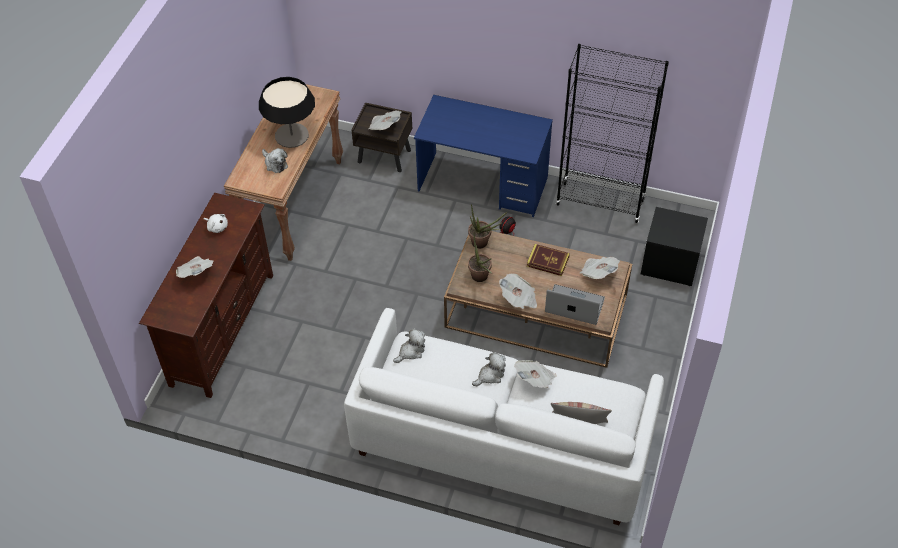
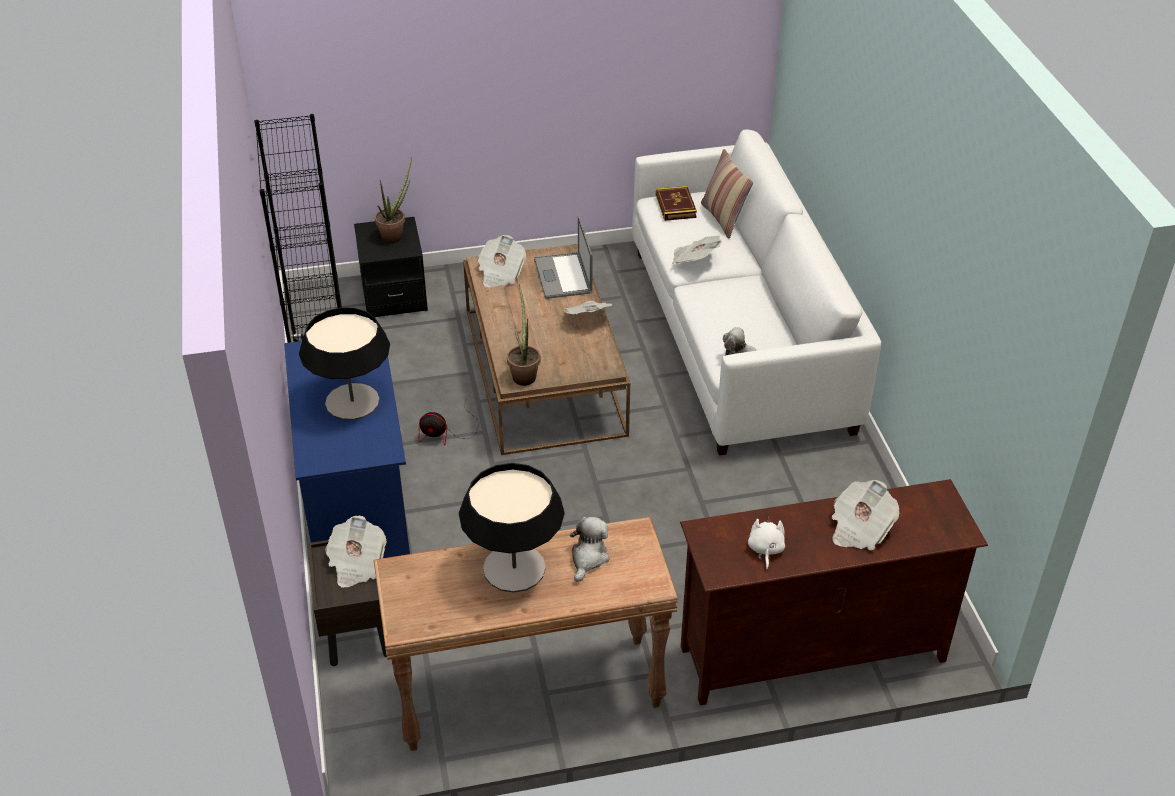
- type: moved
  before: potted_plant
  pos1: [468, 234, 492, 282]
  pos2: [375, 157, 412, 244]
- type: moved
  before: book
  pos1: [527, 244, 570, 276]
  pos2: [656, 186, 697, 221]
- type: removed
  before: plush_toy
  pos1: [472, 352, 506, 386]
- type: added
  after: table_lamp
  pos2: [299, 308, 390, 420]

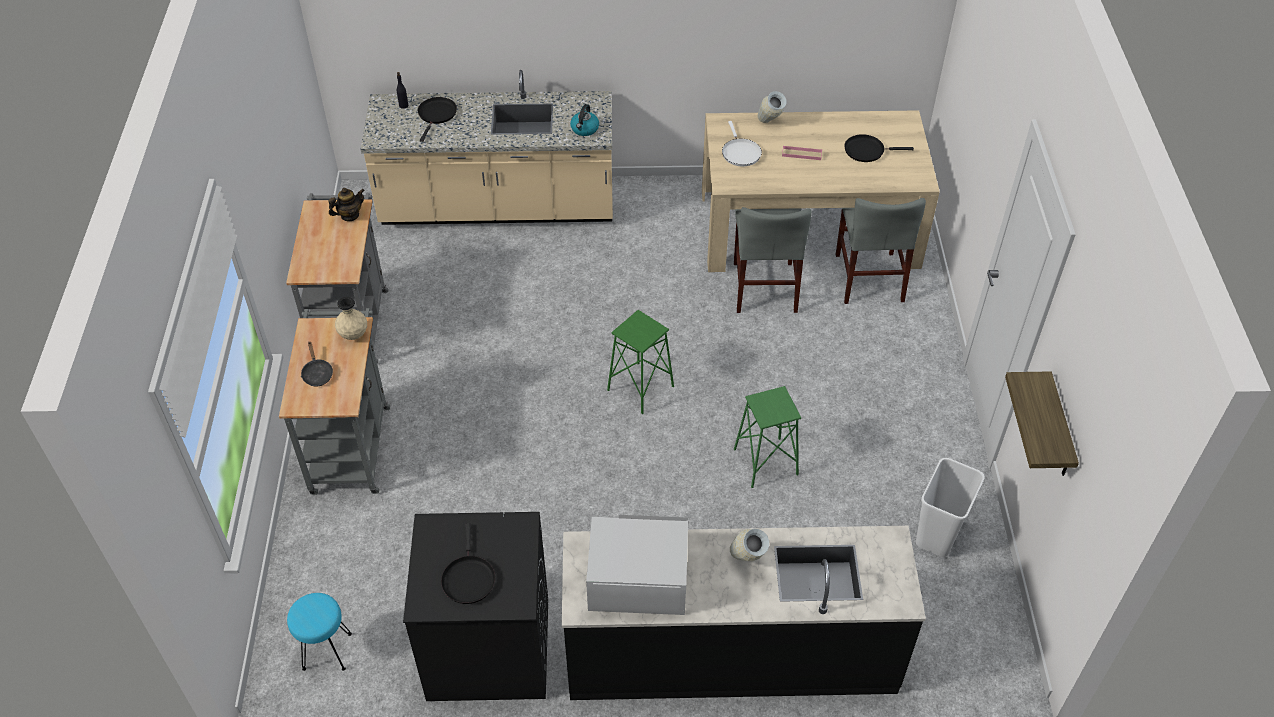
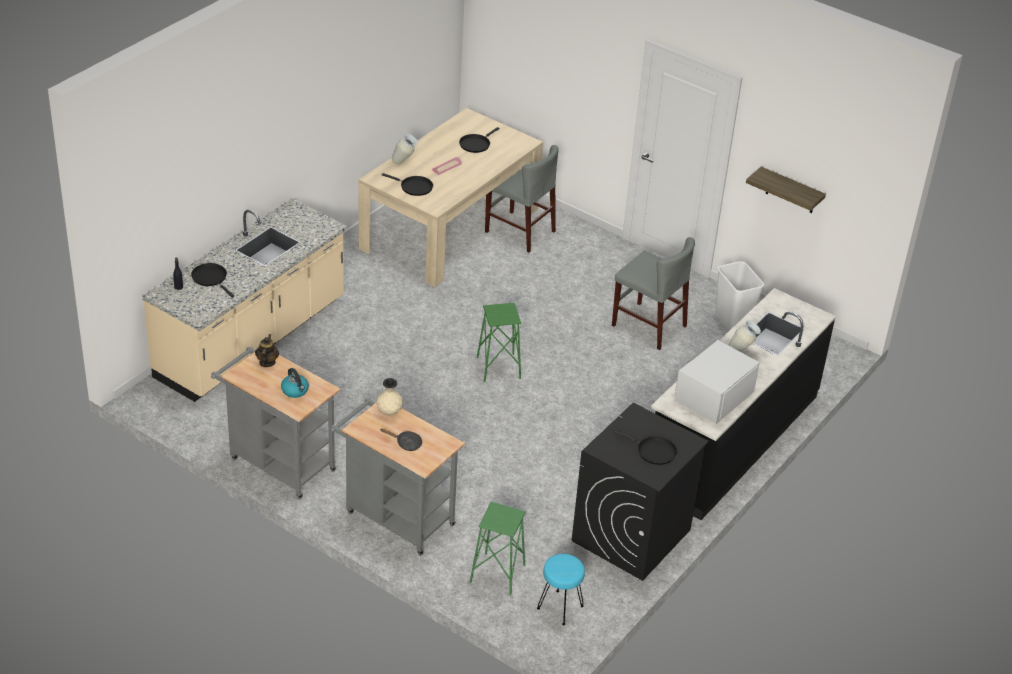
- type: moved
  before: kettle
  pos1: [570, 104, 599, 136]
  pos2: [281, 368, 309, 398]
- type: recoloured
  before: white_frying_pan
  after: black_frying_pan
  pos1: [722, 121, 762, 166]
  pos2: [382, 173, 433, 196]
- type: moved
  before: grey_chair
  pos1: [734, 207, 812, 313]
  pos2: [612, 237, 695, 350]
- type: moved
  before: green_stool
  pos1: [734, 386, 801, 488]
  pos2: [469, 502, 526, 595]

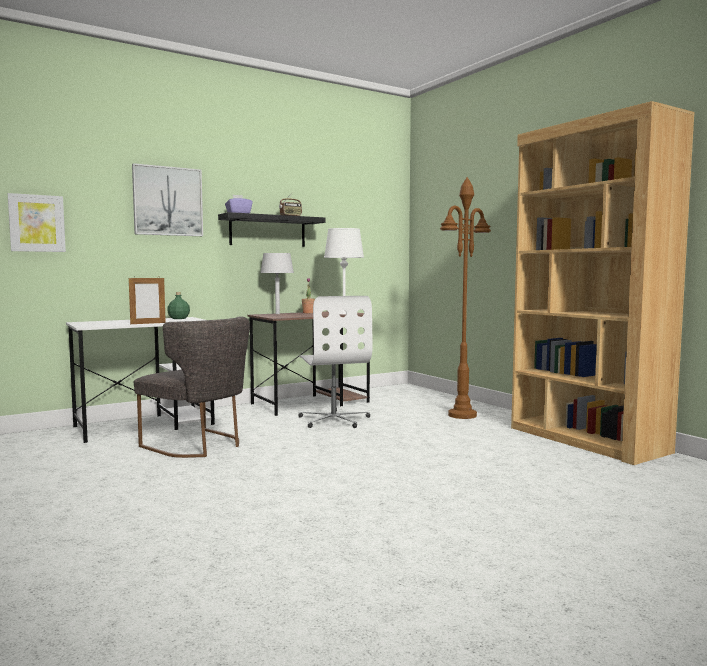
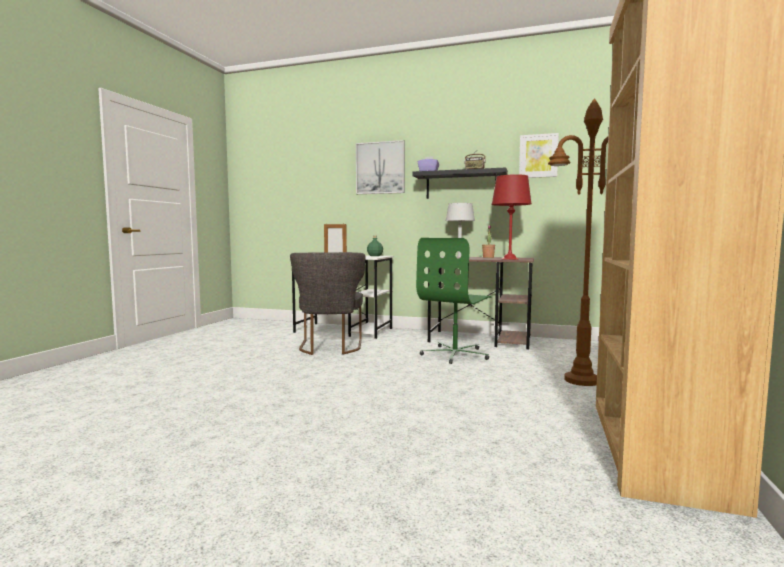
- type: moved
  before: picture
  pos1: [8, 193, 66, 252]
  pos2: [519, 133, 559, 178]
- type: recoloured
  before: white_table_lamp
  after: red_table_lamp
  pos1: [324, 228, 364, 314]
  pos2: [491, 174, 532, 260]
- type: recoloured
  before: white_office_chair
  after: green_office_chair
  pos1: [298, 296, 372, 428]
  pos2: [416, 238, 492, 364]

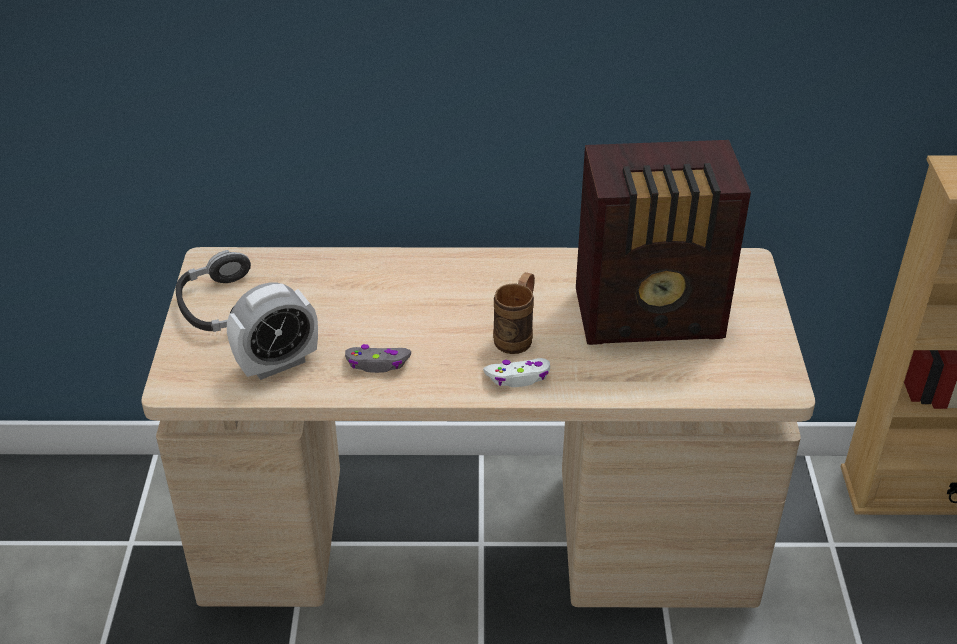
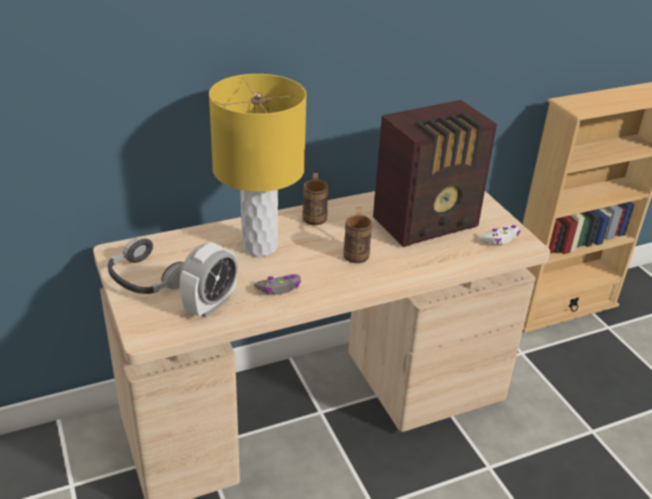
- type: moved
  before: white_game_controller
  pos1: [483, 358, 550, 387]
  pos2: [478, 225, 520, 244]
- type: added
  after: yellow_table_lamp
  pos2: [209, 74, 307, 257]
- type: added
  after: brown_mug
  pos2: [303, 173, 329, 225]

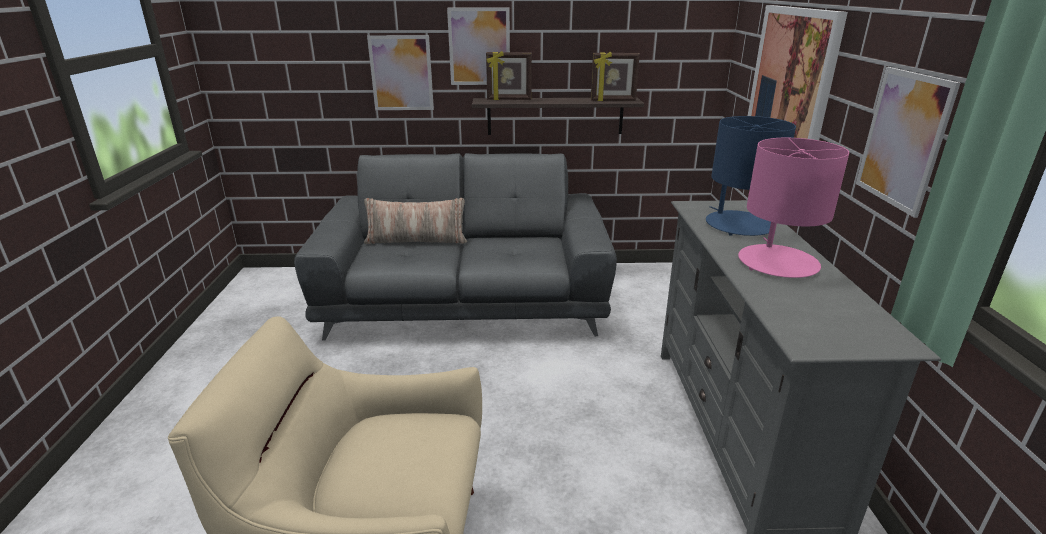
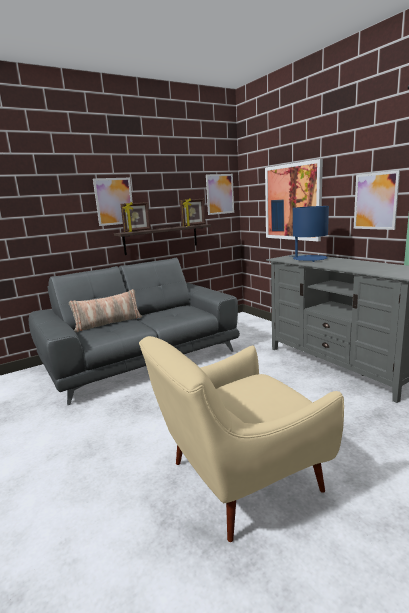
- type: moved
  before: picture
  pos1: [367, 35, 434, 110]
  pos2: [206, 174, 234, 215]
- type: removed
  before: pink_table_lamp
  pos1: [738, 138, 849, 278]

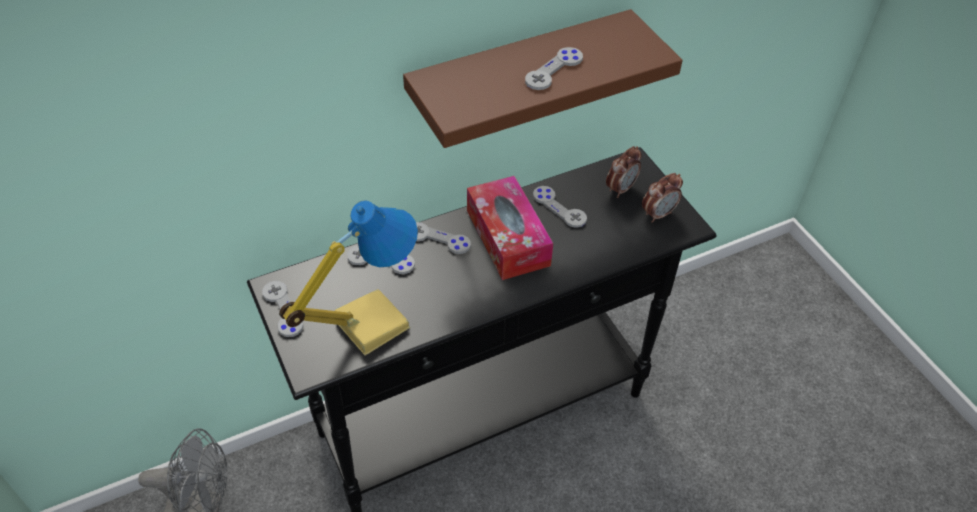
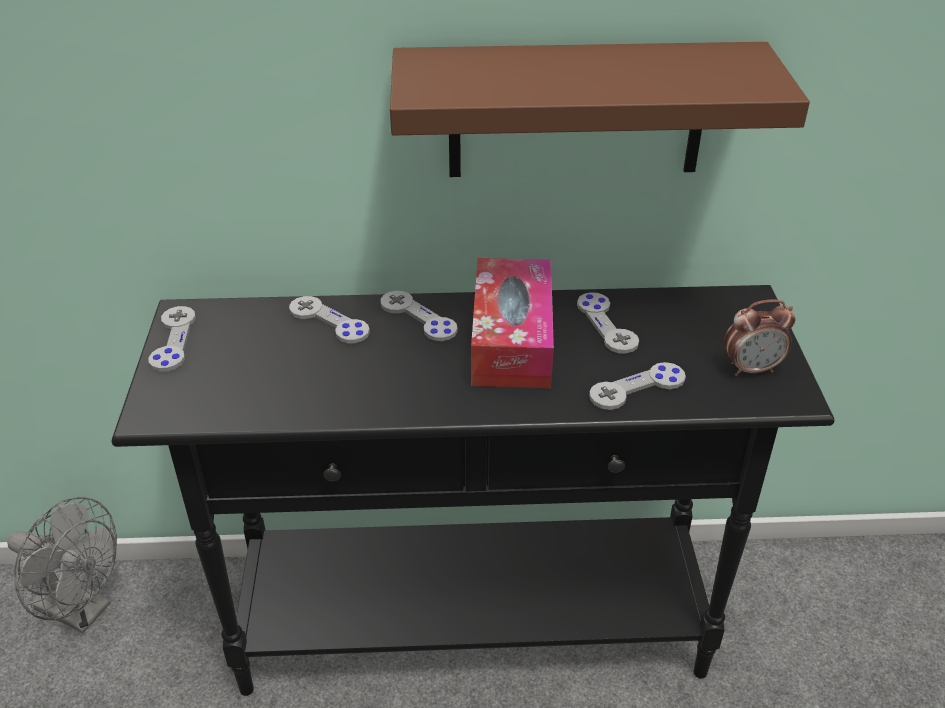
- type: moved
  before: grey_game_controller
  pos1: [525, 47, 583, 90]
  pos2: [589, 362, 686, 410]
- type: removed
  before: alarm_clock
  pos1: [606, 146, 642, 198]
- type: removed
  before: table_lamp
  pos1: [279, 200, 418, 356]

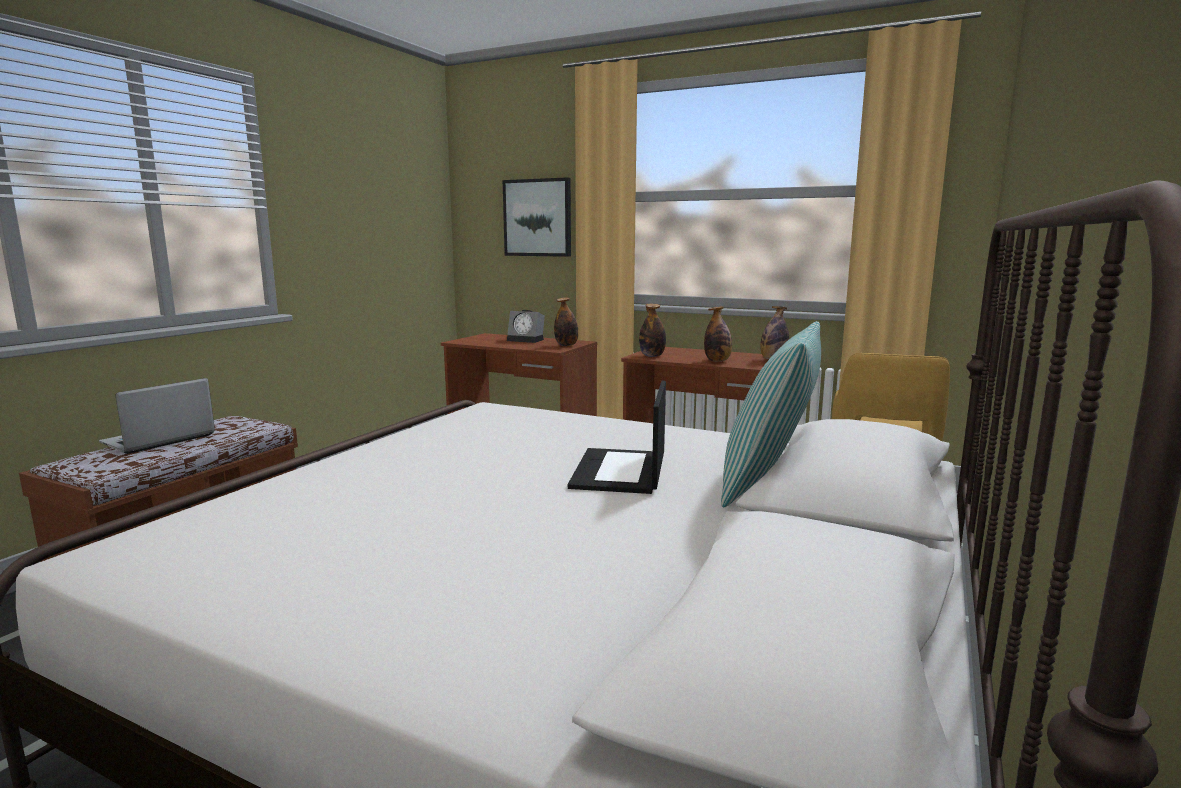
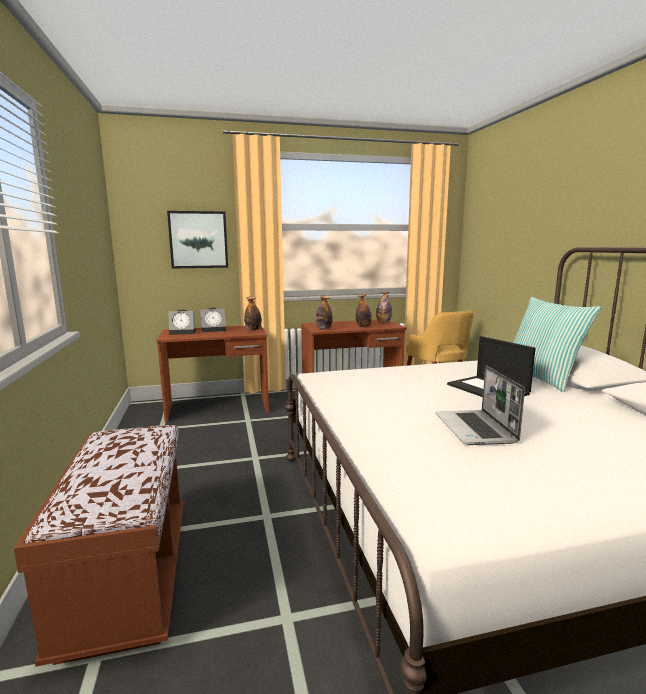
- type: moved
  before: laptop
  pos1: [99, 378, 215, 454]
  pos2: [435, 365, 525, 445]
- type: added
  after: alarm_clock
  pos2: [169, 310, 196, 335]

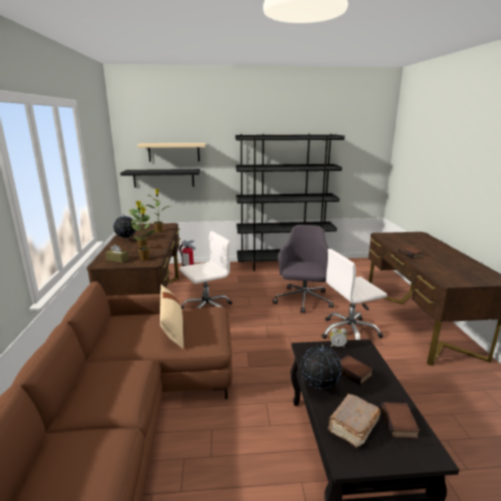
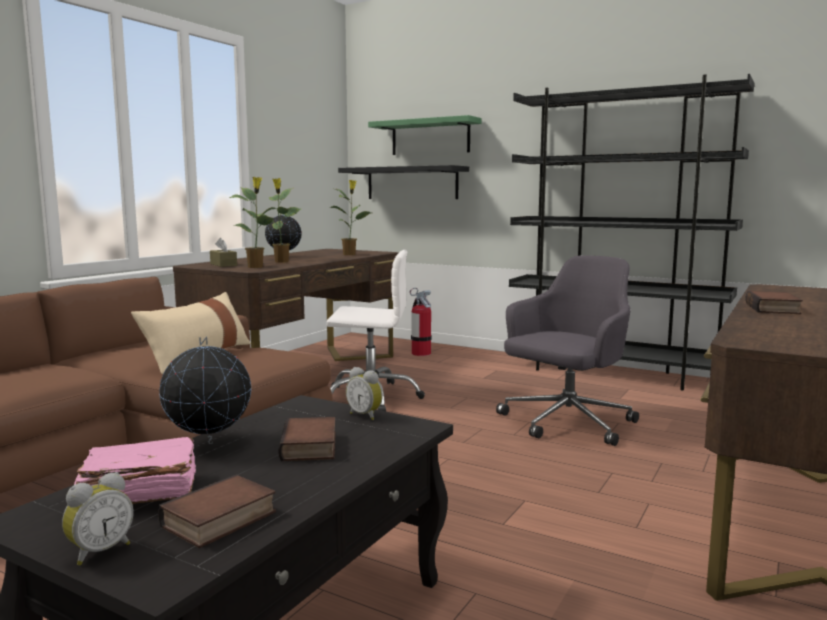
- type: recoloured
  before: beige_shelf
  after: green_shelf
  pos1: [137, 143, 206, 162]
  pos2: [368, 115, 482, 155]
- type: removed
  before: white_office_chair
  pos1: [321, 249, 387, 340]
- type: recoloured
  before: brown_book
  after: pink_book
  pos1: [328, 394, 381, 448]
  pos2: [74, 437, 196, 504]
- type: added
  after: alarm_clock
  pos2: [62, 472, 134, 565]

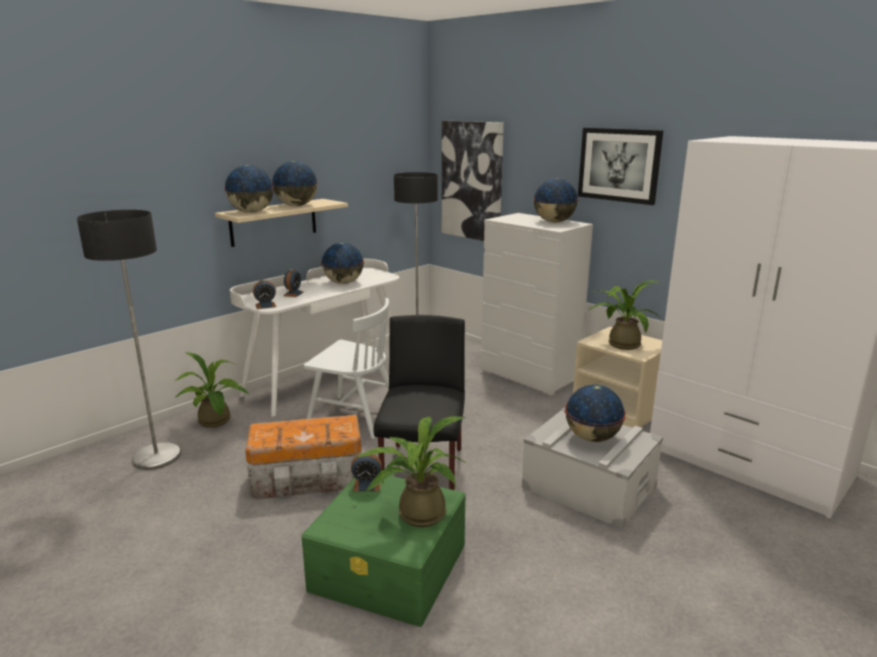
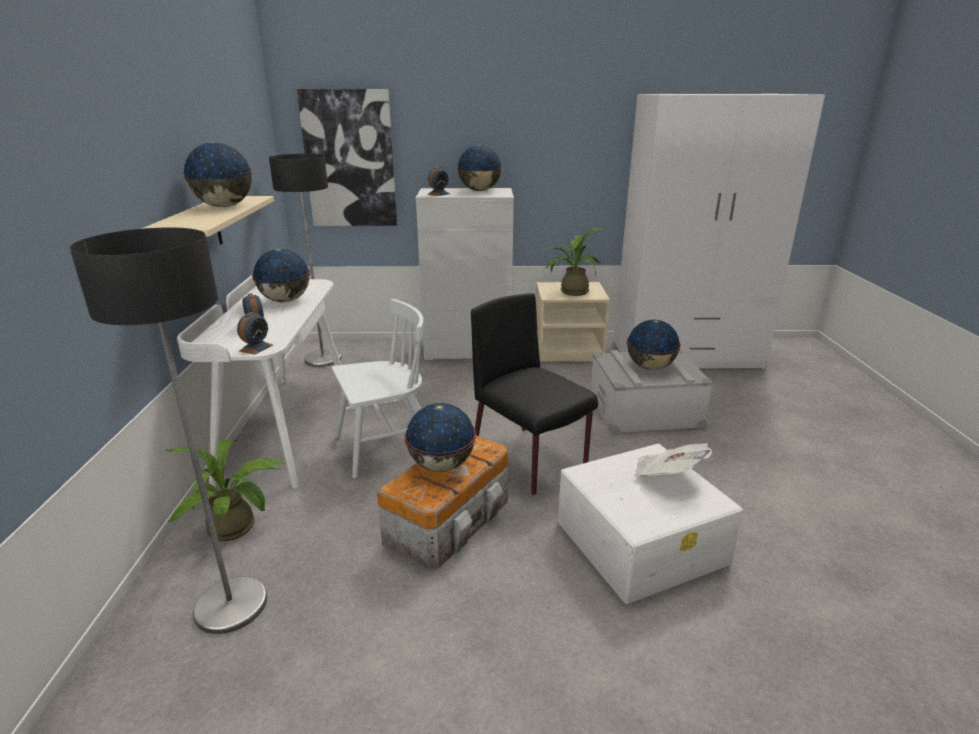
- type: removed
  before: picture
  pos1: [578, 128, 663, 205]
- type: moved
  before: globe
  pos1: [224, 165, 274, 213]
  pos2: [404, 403, 476, 472]
- type: replaced
  before: potted_plant
  after: newspaper
  pos1: [354, 416, 466, 527]
  pos2: [634, 443, 712, 477]
- type: moved
  before: alarm_clock
  pos1: [351, 451, 382, 492]
  pos2: [427, 167, 450, 196]
- type: recoloured
  before: green_storage_box
  after: white_storage_box
  pos1: [301, 476, 466, 627]
  pos2: [558, 444, 743, 604]

